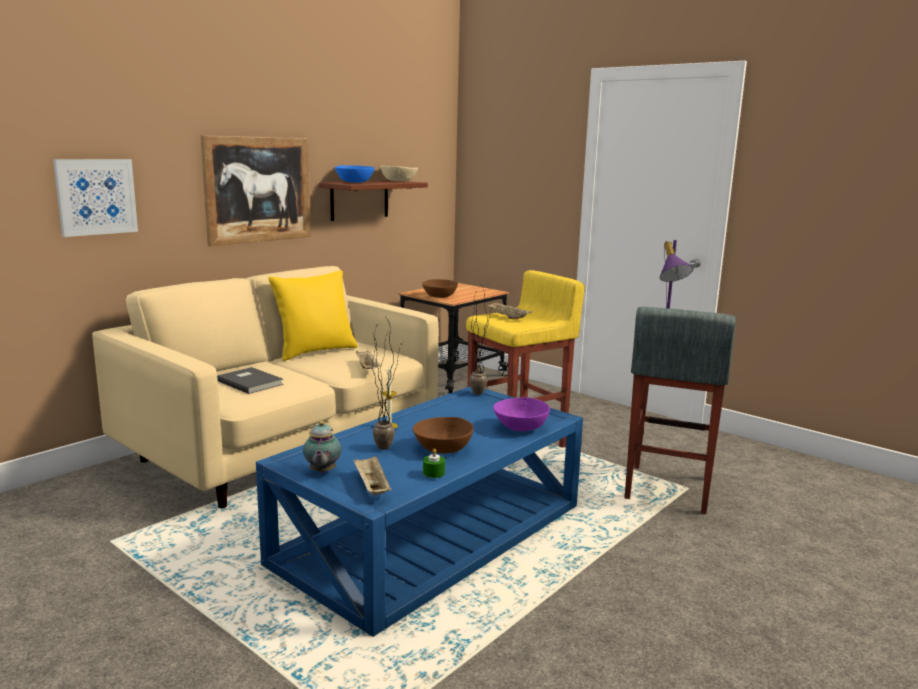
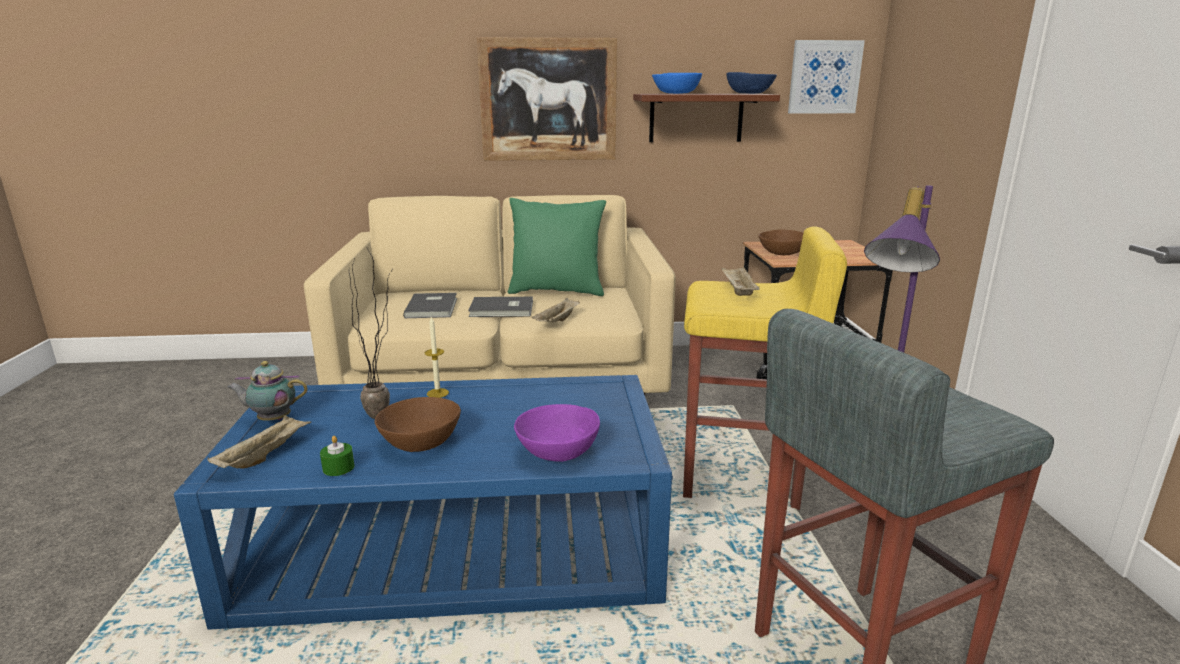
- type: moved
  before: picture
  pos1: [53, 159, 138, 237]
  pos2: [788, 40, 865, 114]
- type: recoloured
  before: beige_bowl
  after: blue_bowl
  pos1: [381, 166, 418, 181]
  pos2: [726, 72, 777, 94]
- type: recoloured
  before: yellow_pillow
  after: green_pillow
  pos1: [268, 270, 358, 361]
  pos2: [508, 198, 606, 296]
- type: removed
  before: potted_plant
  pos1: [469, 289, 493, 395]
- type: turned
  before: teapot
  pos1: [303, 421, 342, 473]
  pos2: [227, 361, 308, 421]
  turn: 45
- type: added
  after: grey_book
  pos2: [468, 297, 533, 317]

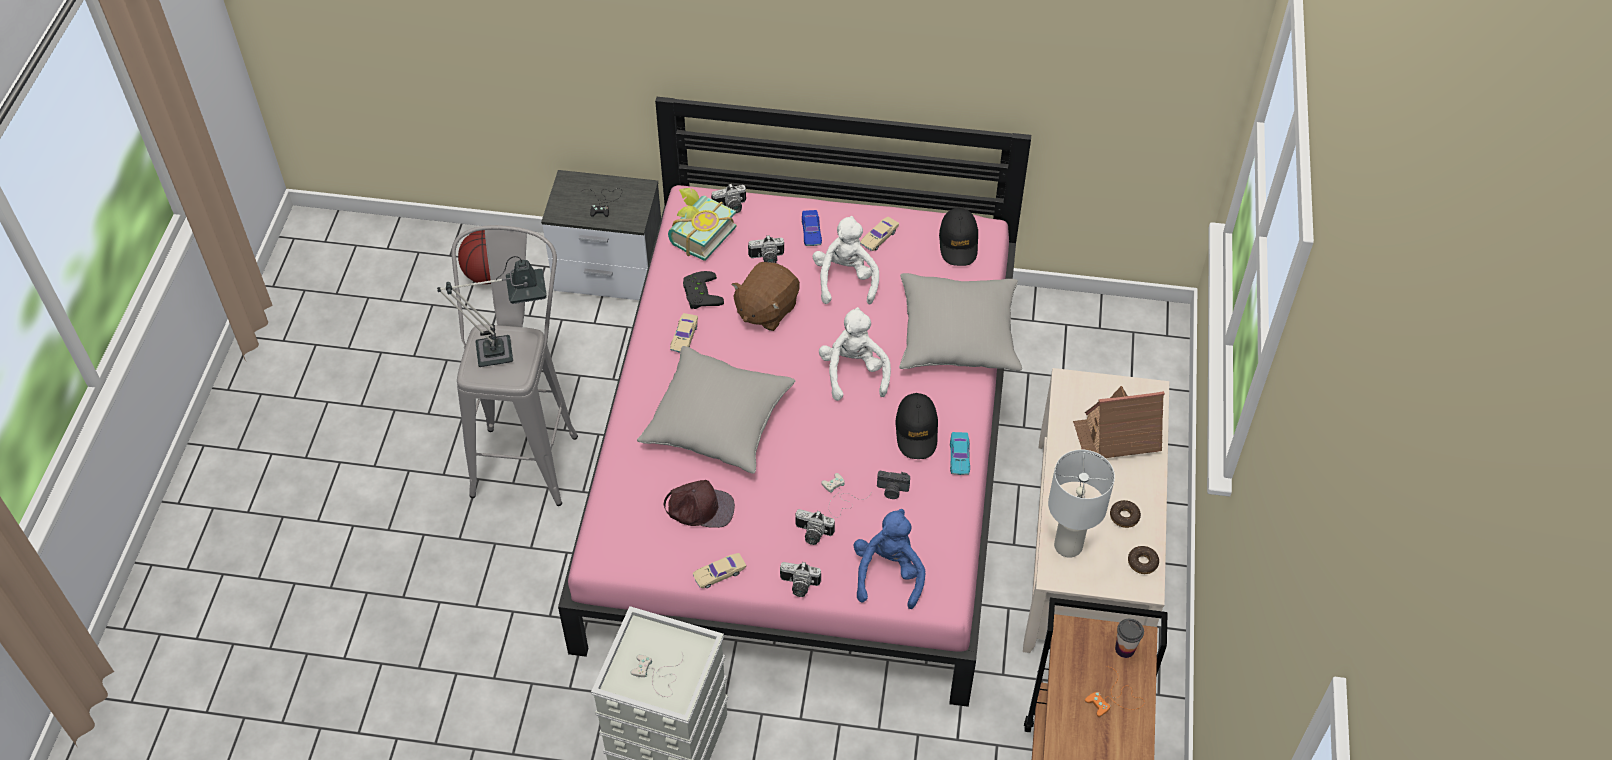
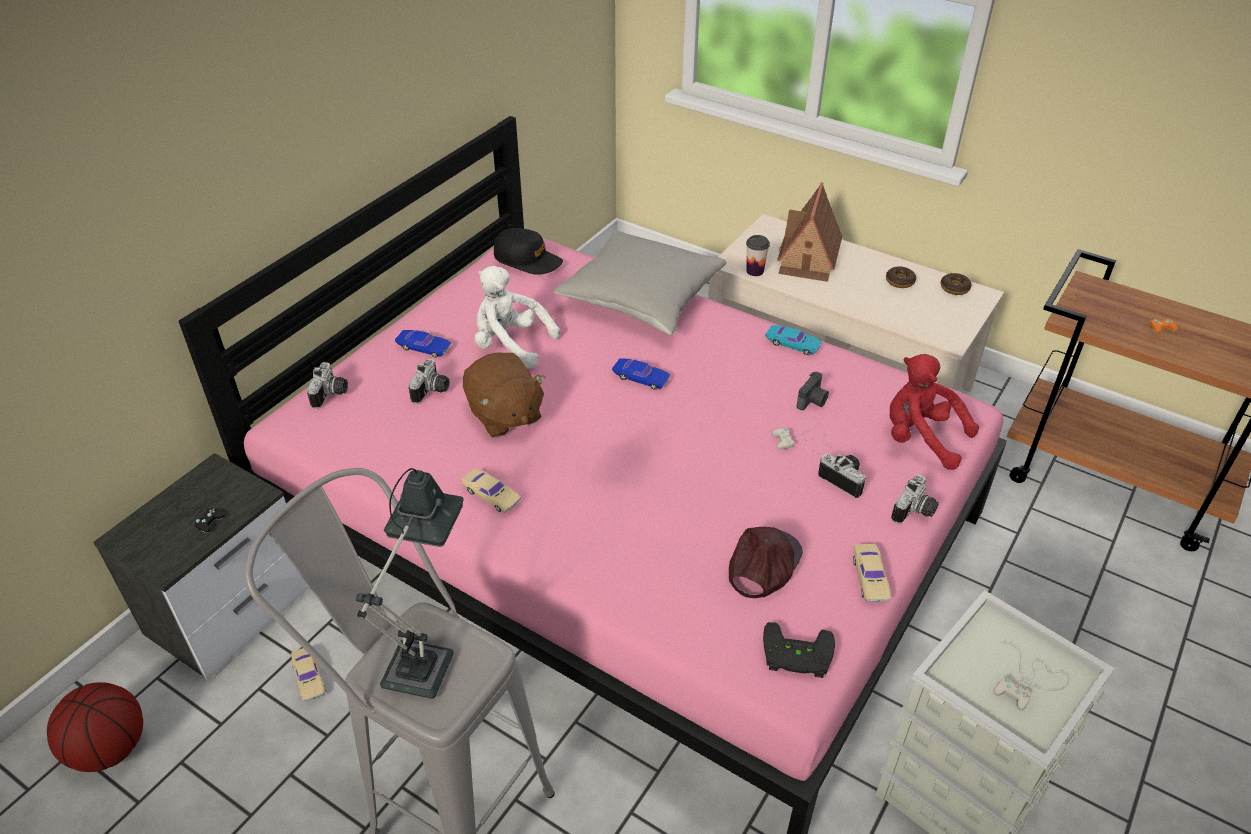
- type: removed
  before: book
  pos1: [668, 188, 737, 261]
- type: moved
  before: beige_toy_car
  pos1: [860, 217, 899, 251]
  pos2: [291, 648, 325, 701]
- type: moved
  before: black_game_controller
  pos1: [683, 271, 724, 309]
  pos2: [763, 622, 835, 678]
- type: replaced
  before: white_plush_toy
  after: blue_toy_car
  pos1: [819, 307, 891, 401]
  pos2: [612, 358, 670, 390]
- type: removed
  before: grey_pillow
  pos1: [637, 346, 795, 474]
- type: removed
  before: black_cap
  pos1: [895, 393, 938, 459]
- type: removed
  before: white_table_lamp
  pos1: [1048, 450, 1115, 558]
- type: turned
  before: photo_camera
  pos1: [795, 509, 835, 545]
  pos2: [818, 453, 866, 498]
  turn: -90
- type: recoloured
  before: blue_plush_toy
  after: red_plush_toy
  pos1: [853, 509, 925, 609]
  pos2: [890, 354, 979, 470]
- type: moved
  before: cup
  pos1: [1115, 619, 1144, 658]
  pos2: [746, 235, 770, 276]

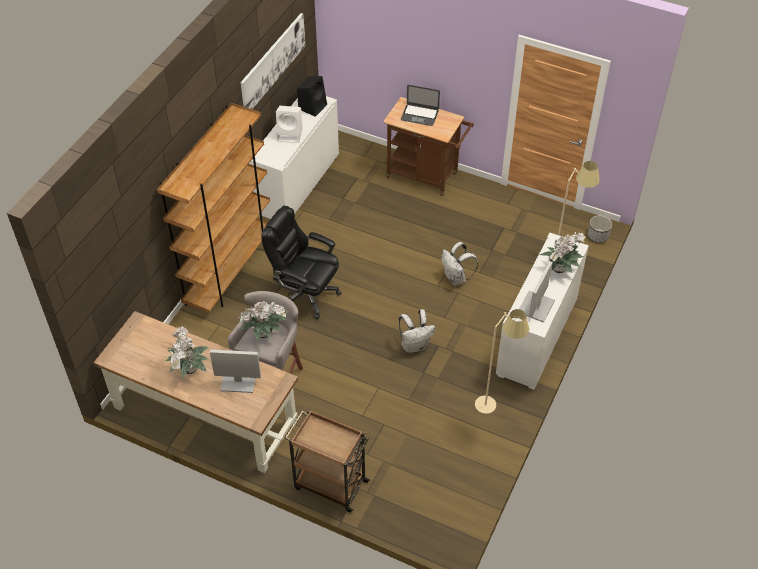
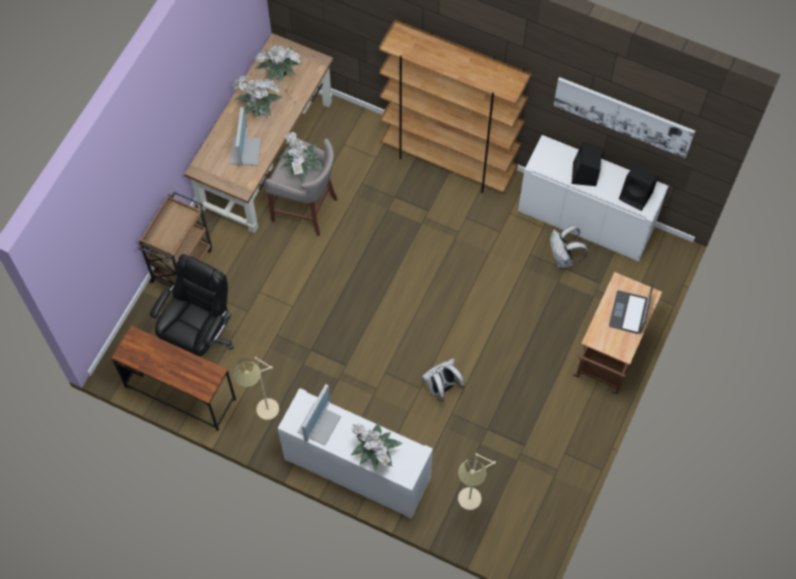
- type: recoloured
  before: white_speaker
  after: black_speaker
  pos1: [276, 106, 303, 143]
  pos2: [572, 141, 602, 186]
- type: moved
  before: black_office_chair
  pos1: [261, 206, 341, 319]
  pos2: [150, 254, 234, 357]
- type: removed
  before: planter
  pos1: [588, 215, 612, 243]
- type: turned
  before: monitor
  pos1: [519, 261, 555, 323]
  pos2: [298, 384, 341, 446]
  turn: 90
- type: moved
  before: white_backpack
  pos1: [399, 309, 435, 353]
  pos2: [550, 225, 588, 268]
- type: added
  after: potted_plant
  pos2: [254, 45, 303, 82]
- type: added
  after: brown_desk
  pos2: [112, 326, 236, 431]

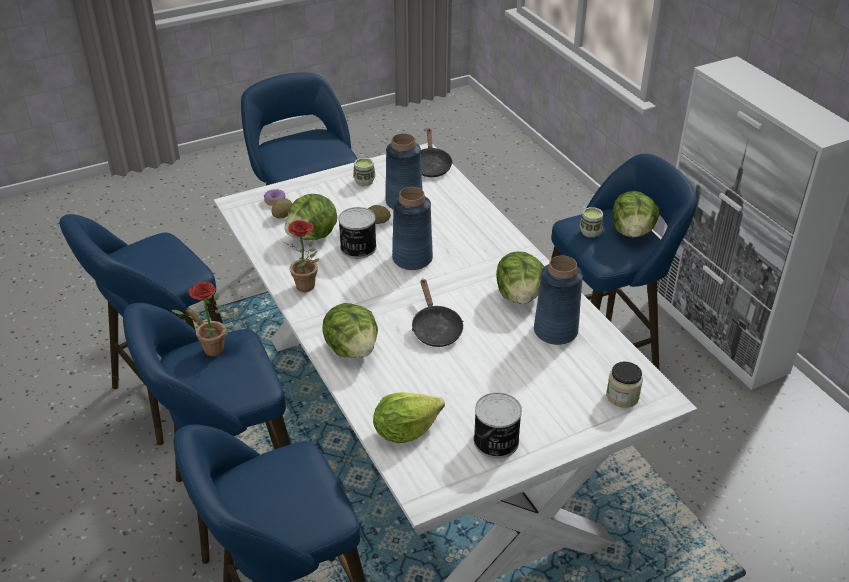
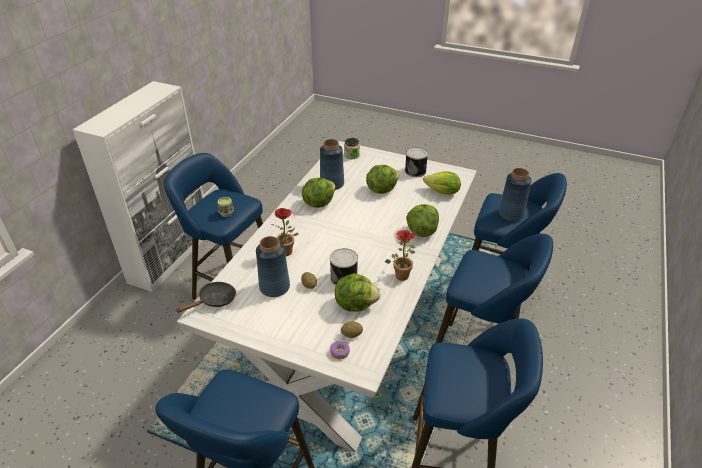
- type: removed
  before: cup
  pos1: [353, 158, 376, 186]
- type: moved
  before: blue_vase
  pos1: [392, 187, 433, 270]
  pos2: [498, 168, 531, 221]
- type: moved
  before: lettuce
  pos1: [613, 191, 659, 237]
  pos2: [366, 165, 400, 194]
- type: removed
  before: black_frying_pan
  pos1: [412, 279, 463, 347]
- type: moved
  before: potted_plant
  pos1: [171, 282, 228, 357]
  pos2: [272, 208, 299, 256]

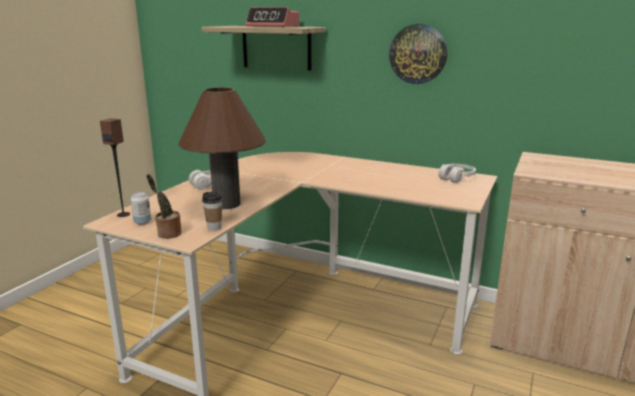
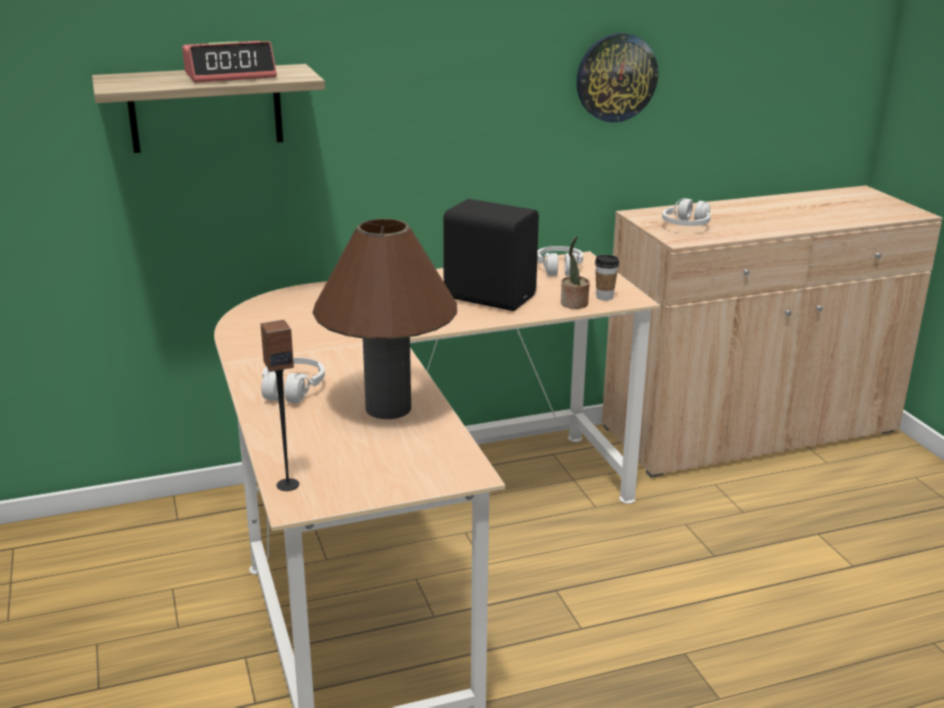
- type: moved
  before: wall_clock
  pos1: [389, 24, 447, 84]
  pos2: [577, 33, 658, 122]
- type: moved
  before: potted_plant
  pos1: [146, 174, 182, 239]
  pos2: [561, 236, 590, 309]
- type: moved
  before: cup
  pos1: [202, 191, 223, 231]
  pos2: [595, 255, 619, 300]
- type: removed
  before: can
  pos1: [131, 192, 151, 225]
- type: added
  after: white_headphones
  pos2: [662, 198, 711, 226]
- type: added
  after: black_speaker
  pos2: [443, 199, 539, 311]

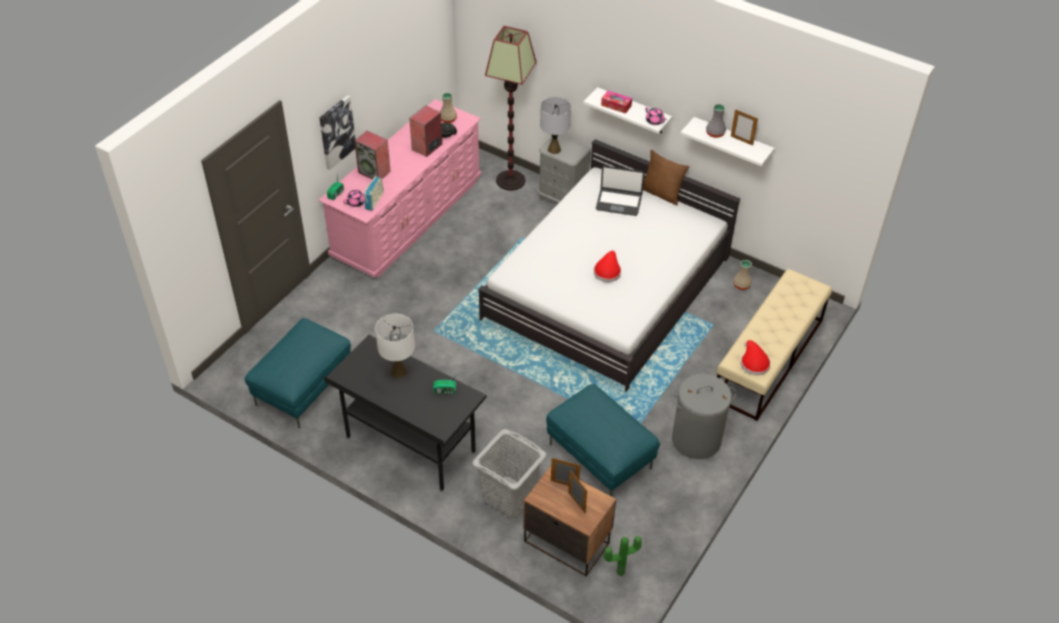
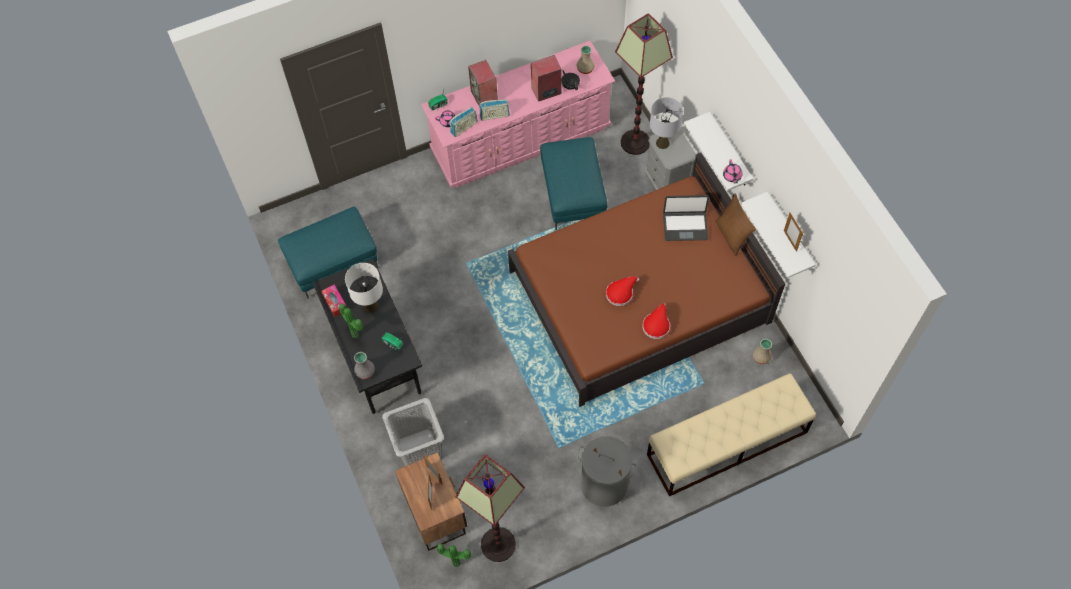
- type: moved
  before: tissue_box
  pos1: [601, 91, 632, 114]
  pos2: [321, 285, 347, 317]
- type: removed
  before: picture
  pos1: [320, 95, 356, 170]
- type: moved
  before: grey_vase
  pos1: [706, 104, 726, 138]
  pos2: [354, 352, 375, 379]
- type: recoloured
  before: white_bed
  after: brown_bed
  pos1: [478, 139, 740, 392]
  pos2: [508, 153, 786, 407]
- type: turned
  before: laptop
  pos1: [596, 165, 644, 216]
  pos2: [663, 195, 709, 241]
  turn: -45
- type: moved
  before: red_hat
  pos1: [741, 340, 771, 375]
  pos2: [642, 304, 670, 339]
- type: moved
  before: turquoise_ottoman
  pos1: [546, 384, 660, 497]
  pos2: [540, 137, 607, 230]
- type: added
  after: radio
  pos2: [479, 99, 510, 121]
- type: added
  after: potted_plant
  pos2: [339, 303, 363, 338]
- type: added
  after: floor_lamp
  pos2: [456, 454, 525, 562]

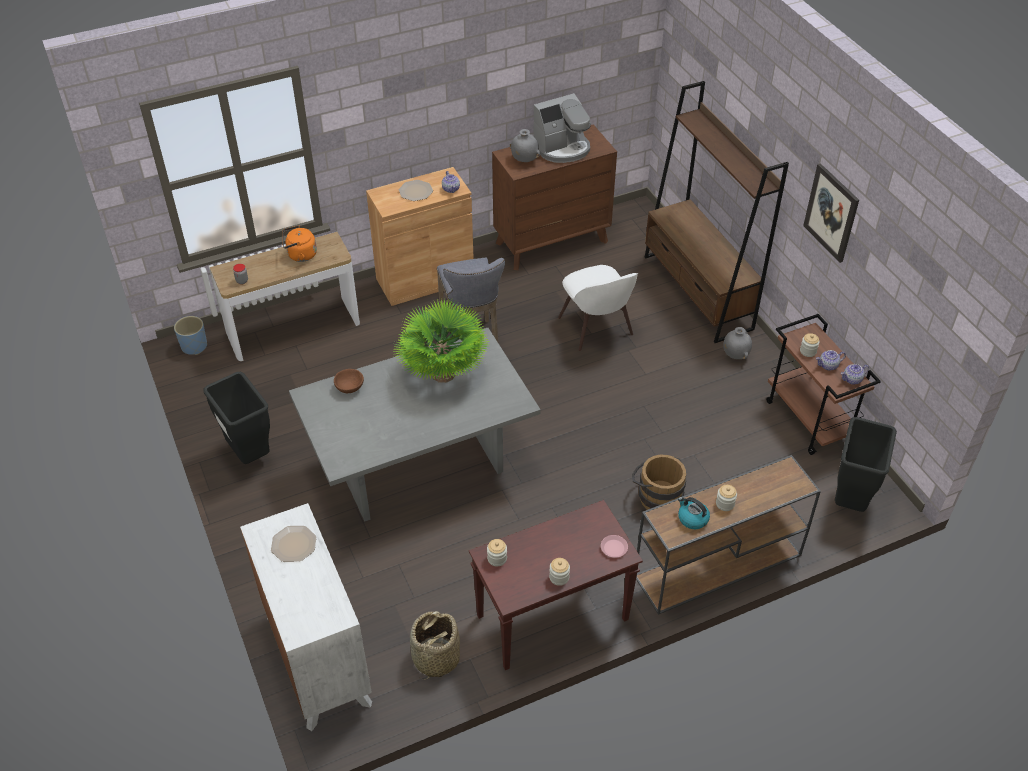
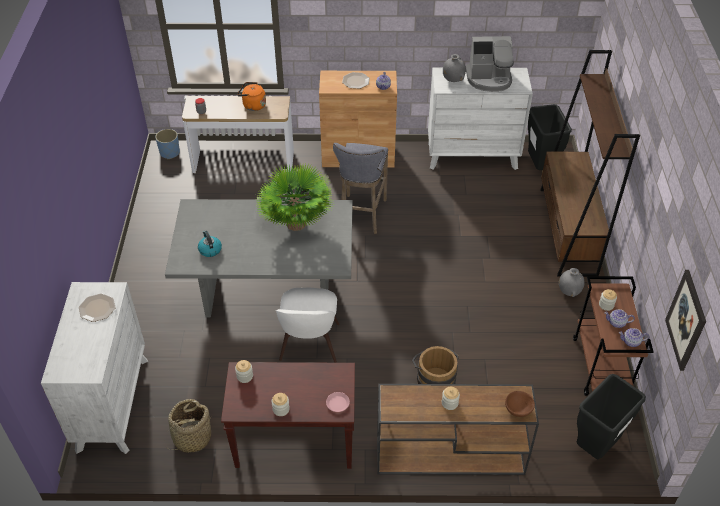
- type: recoloured
  before: brown_dresser
  after: white_dresser
  pos1: [492, 124, 617, 270]
  pos2: [428, 67, 533, 170]
- type: moved
  before: picture
  pos1: [803, 163, 859, 263]
  pos2: [665, 270, 706, 371]
- type: moved
  before: white_chair
  pos1: [558, 265, 638, 351]
  pos2: [276, 288, 339, 363]
- type: moved
  before: brown_bowl
  pos1: [334, 369, 364, 393]
  pos2: [505, 391, 535, 417]
- type: moved
  before: black_trash_can
  pos1: [204, 371, 270, 464]
  pos2: [528, 104, 572, 170]
- type: moved
  before: kettle
  pos1: [678, 497, 710, 529]
  pos2: [198, 231, 222, 257]

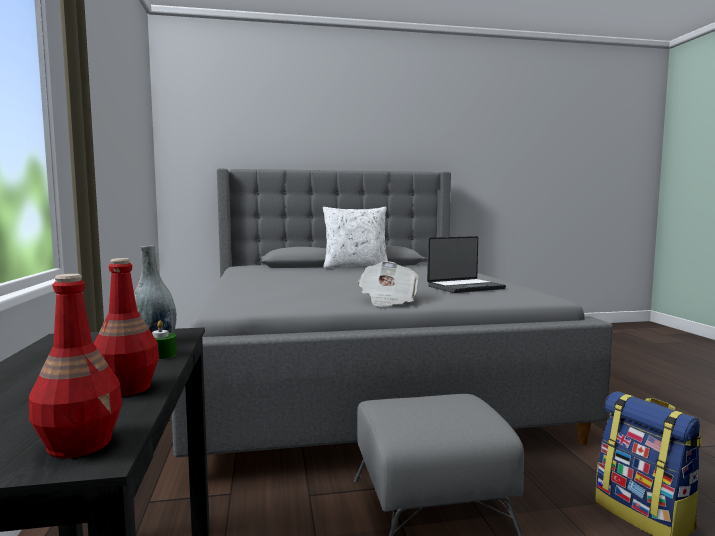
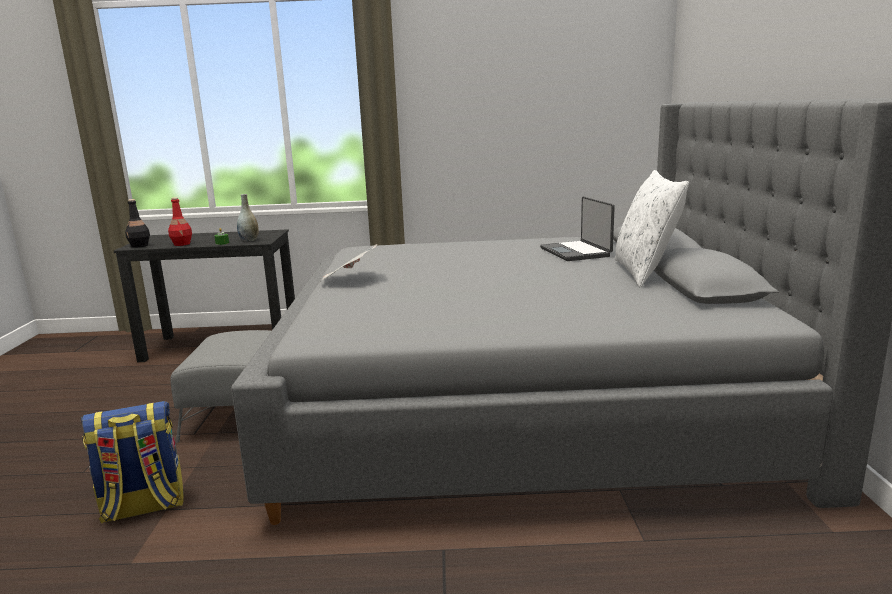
- type: moved
  before: laptop
  pos1: [427, 236, 506, 293]
  pos2: [540, 197, 615, 261]
- type: recoloured
  before: red_bottle
  after: black_bottle
  pos1: [29, 274, 122, 458]
  pos2: [125, 199, 150, 248]

